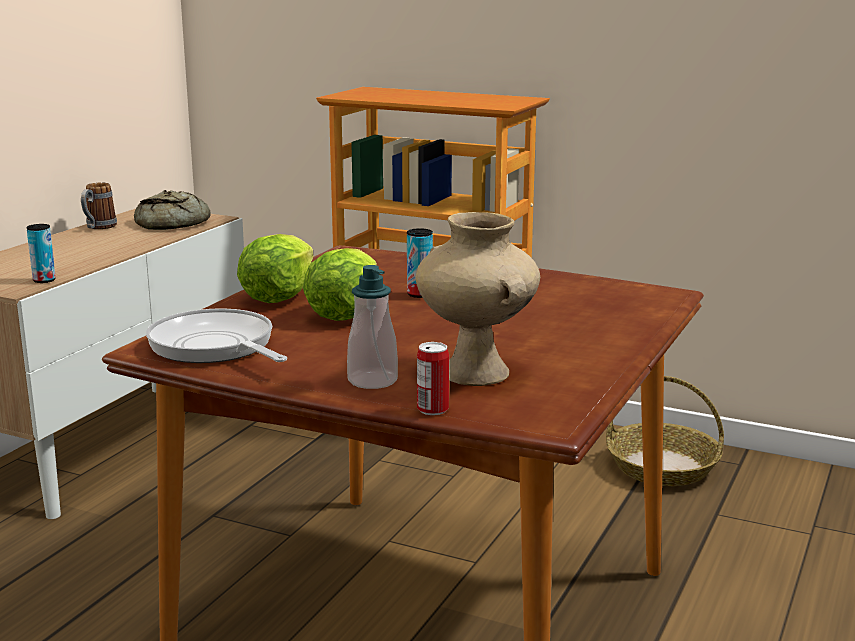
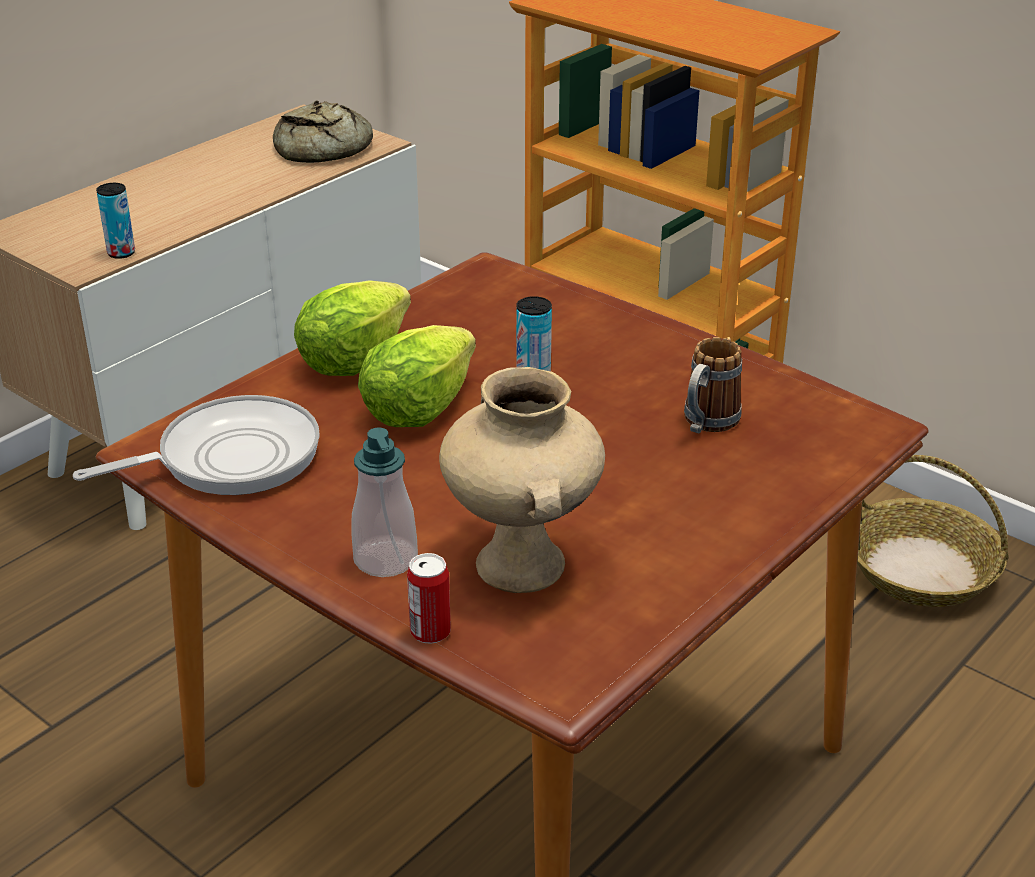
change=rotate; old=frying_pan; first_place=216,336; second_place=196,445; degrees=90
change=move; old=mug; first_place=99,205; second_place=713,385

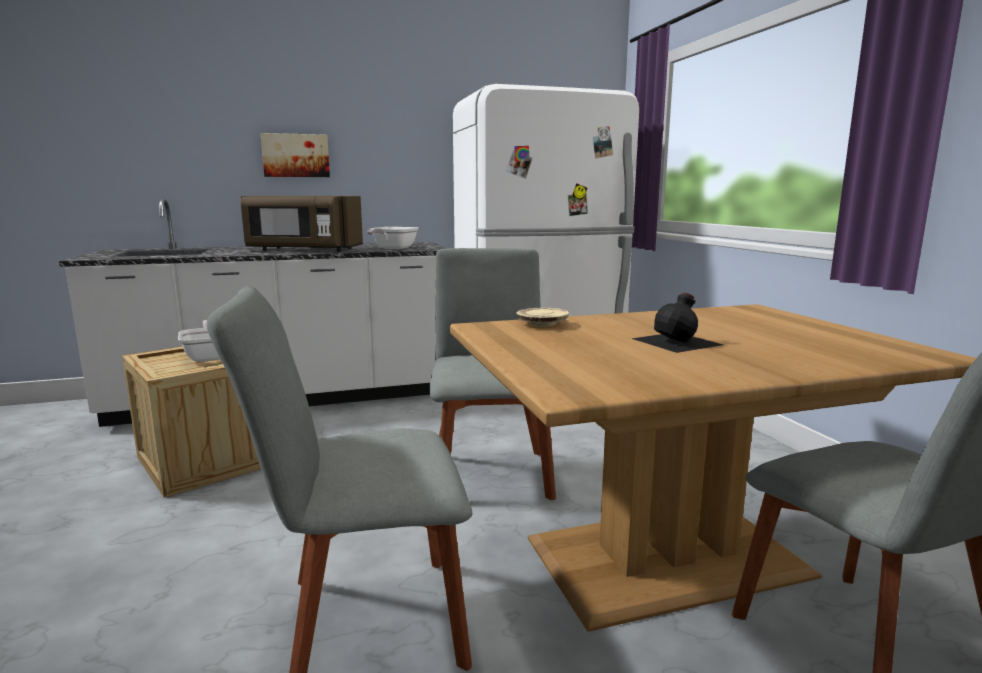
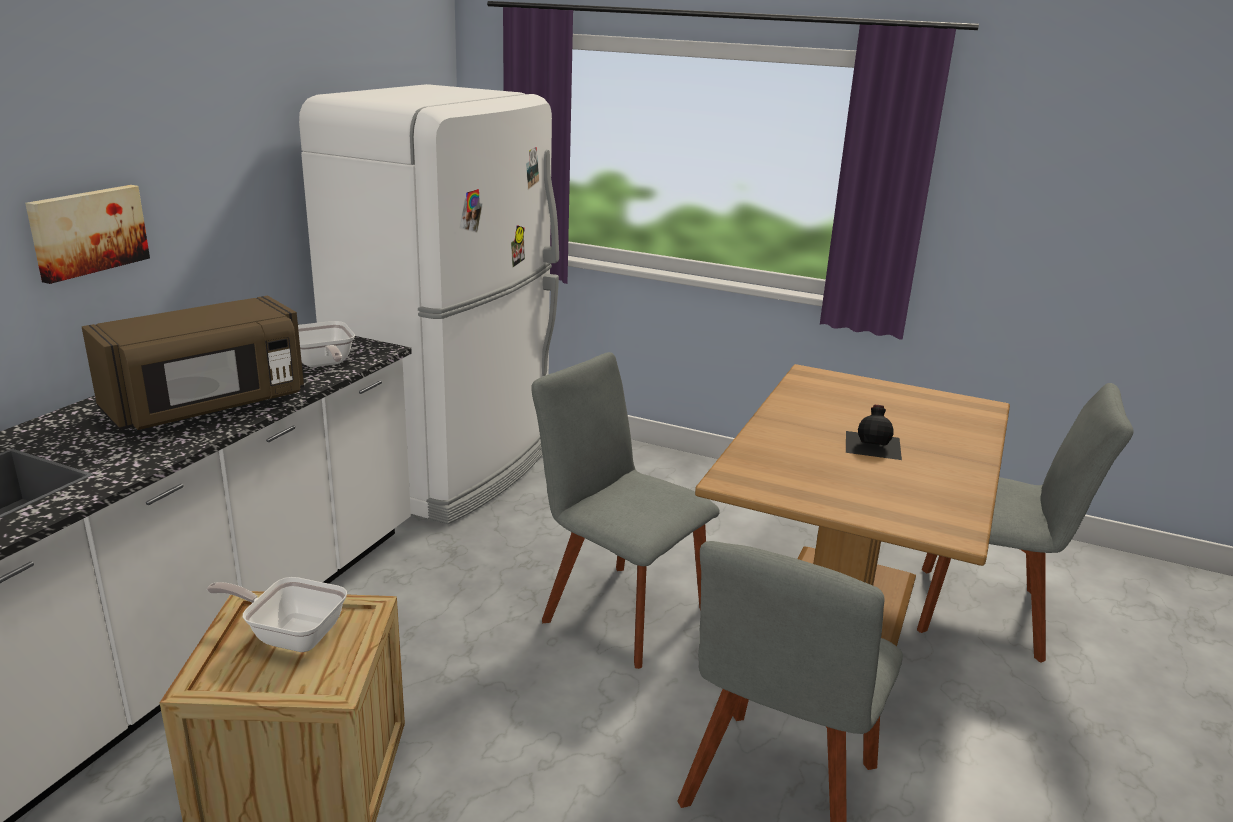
change=delete; old=beige_plate; first_place=542,317

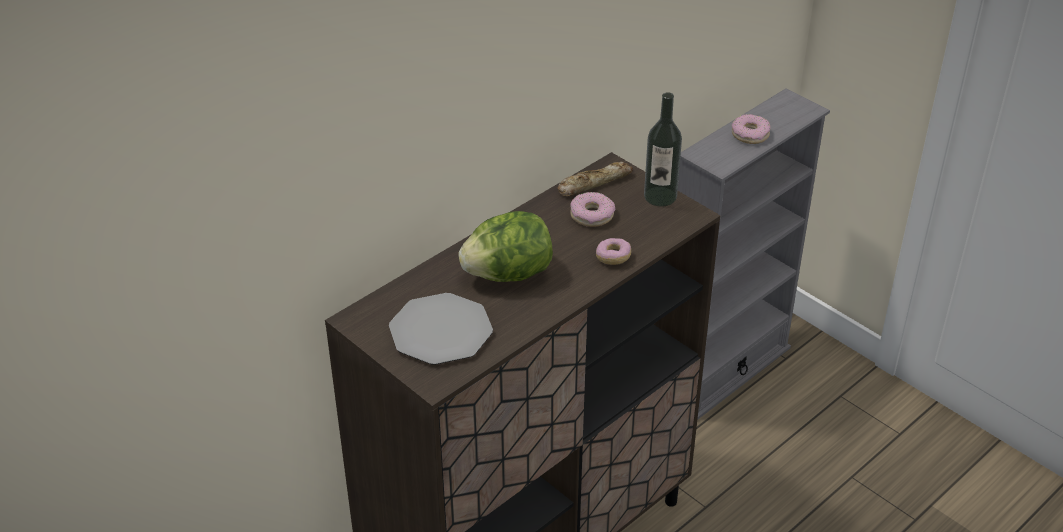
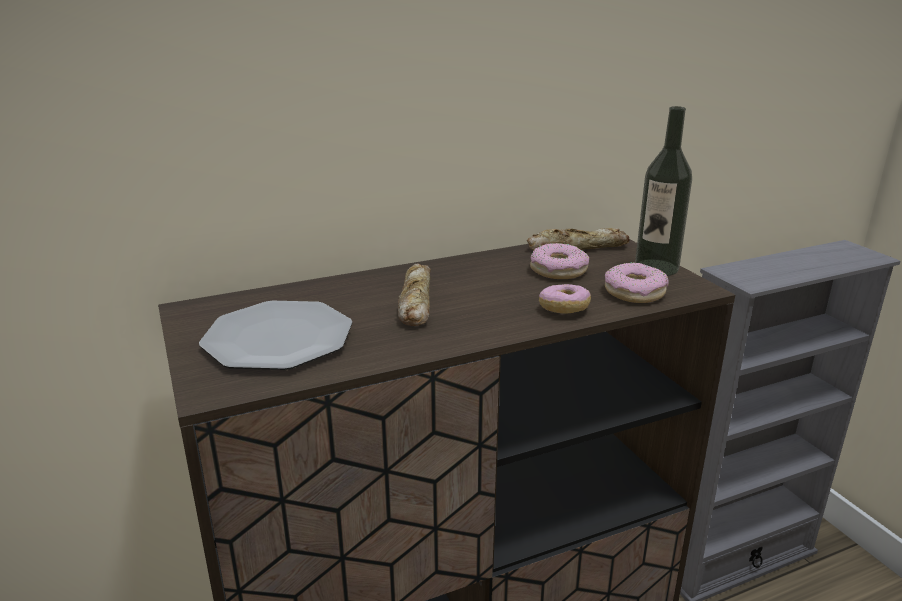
change=replace; old=lettuce; new=bread; first_place=505,246; second_place=414,294
change=move; old=donut; first_place=751,129; second_place=637,283

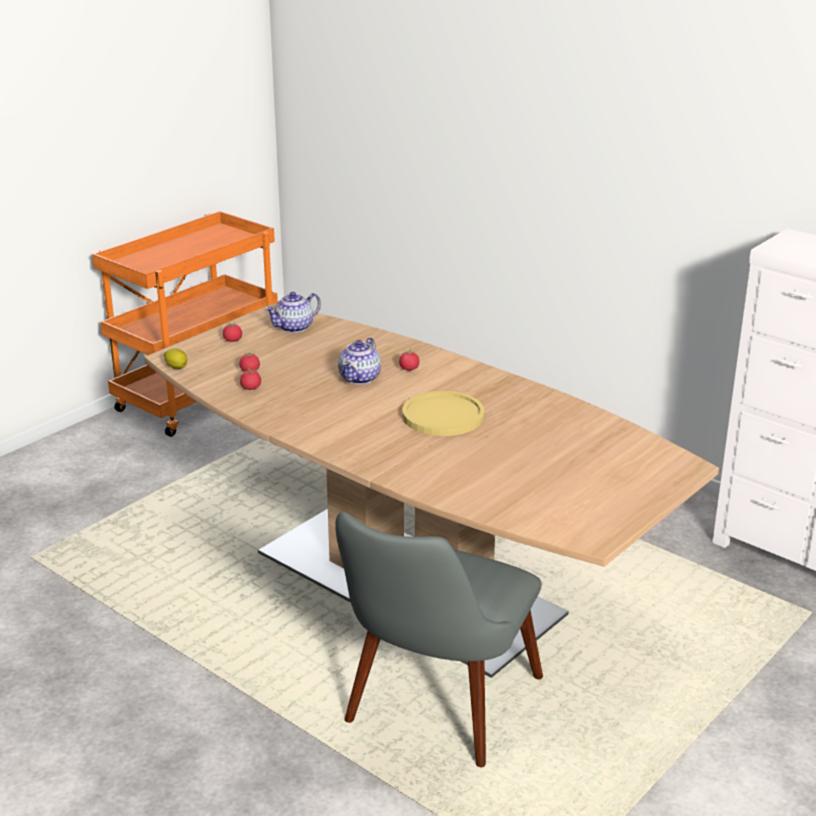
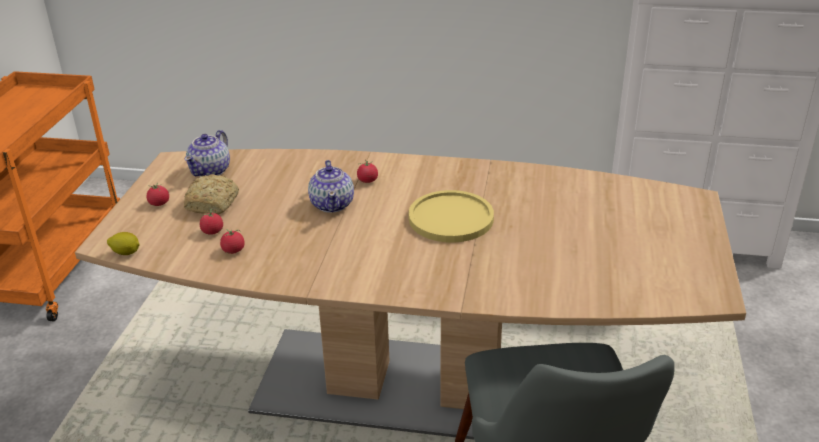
change=insert; new=bread; second_place=211,194

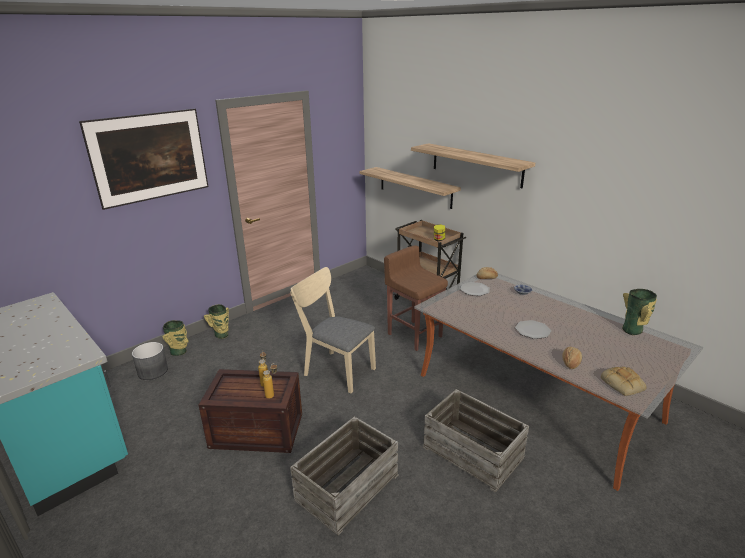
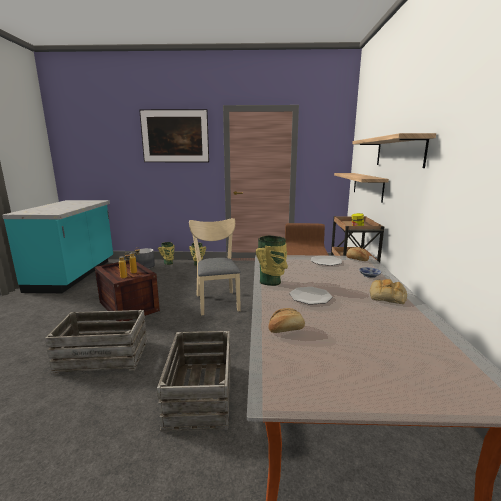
change=move; old=vase; first_place=639,312; second_place=272,261
change=move; old=bread; first_place=624,381; second_place=388,291

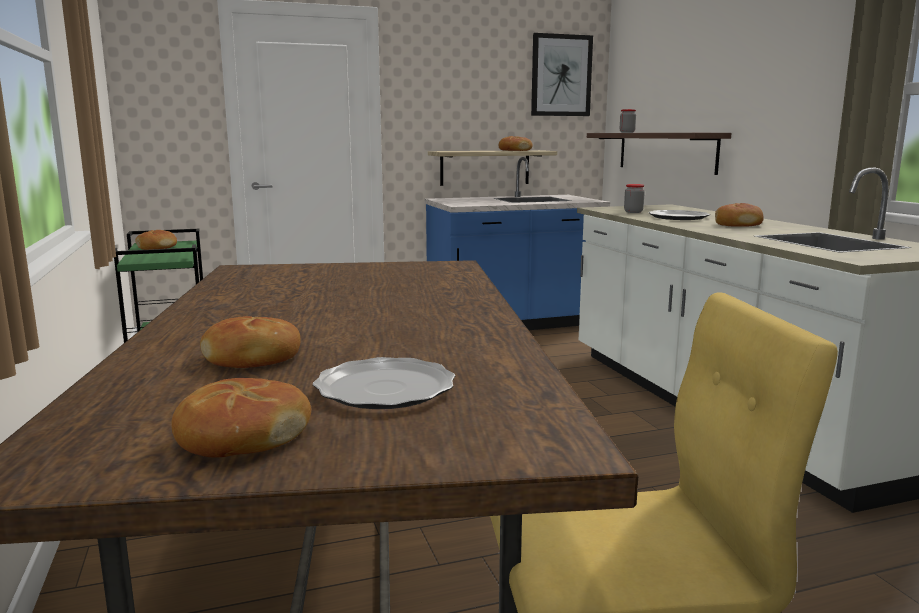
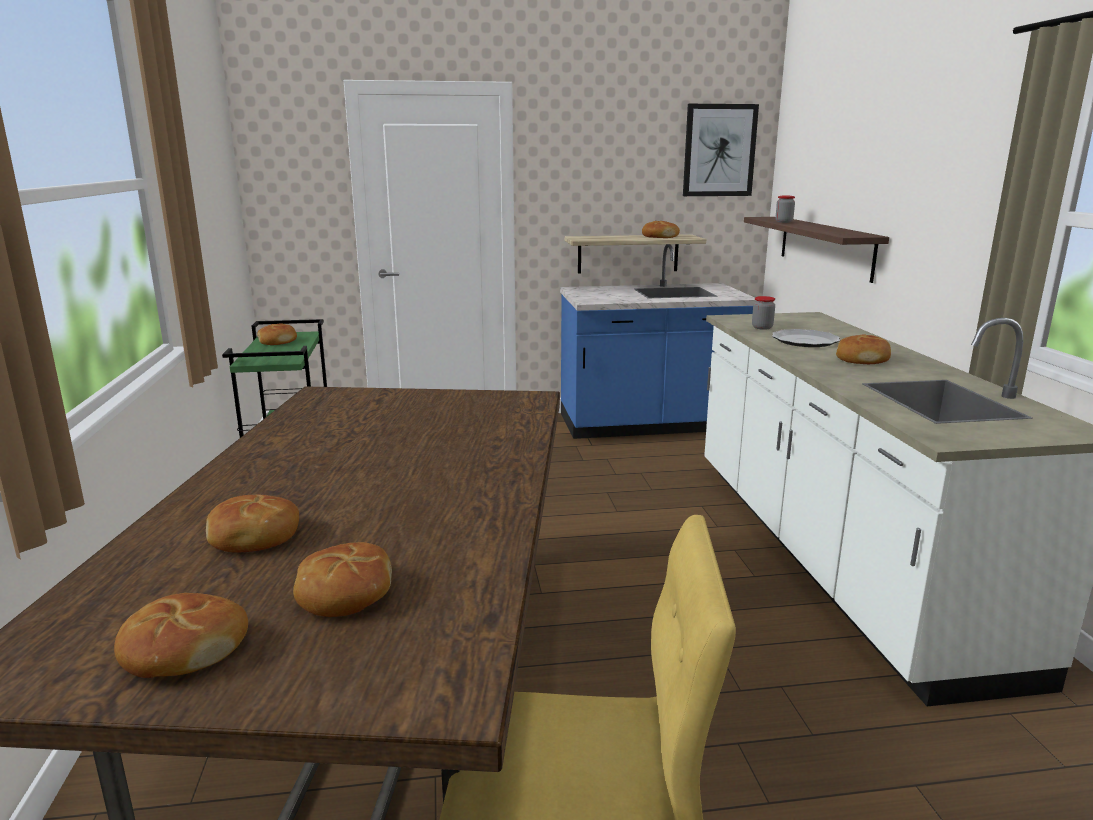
change=replace; old=plate; new=bread; first_place=384,383; second_place=342,579

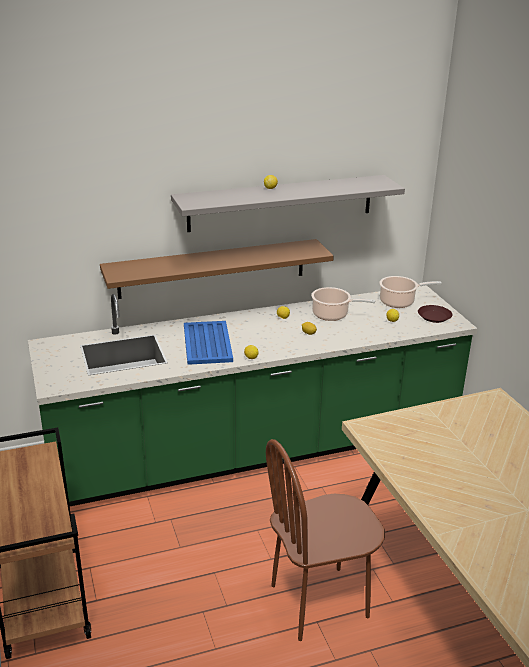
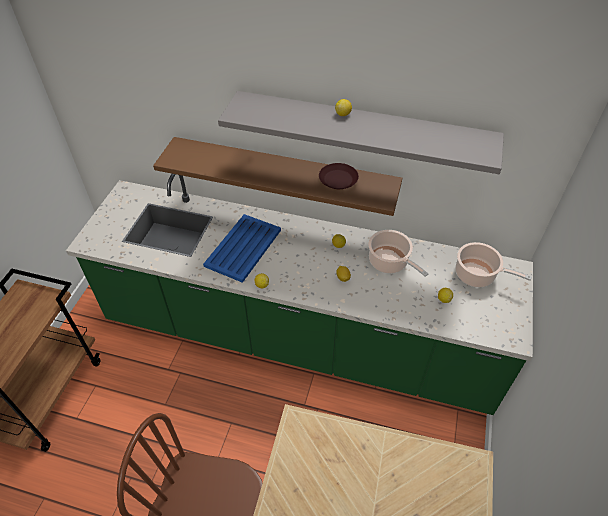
change=move; old=brown_plate; first_place=435,314; second_place=339,176

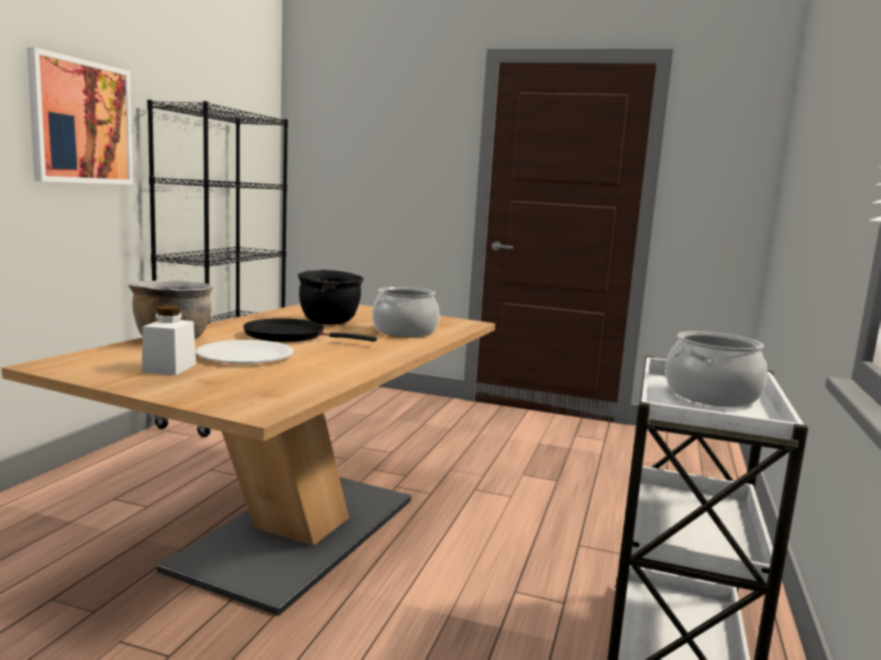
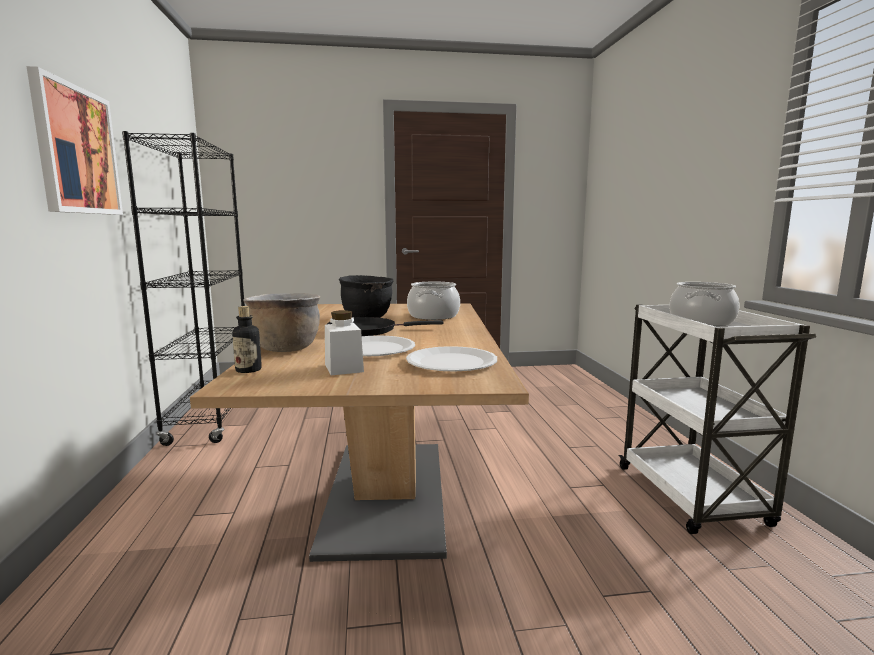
change=insert; new=bottle; second_place=247,339
change=insert; new=white_plate; second_place=451,359

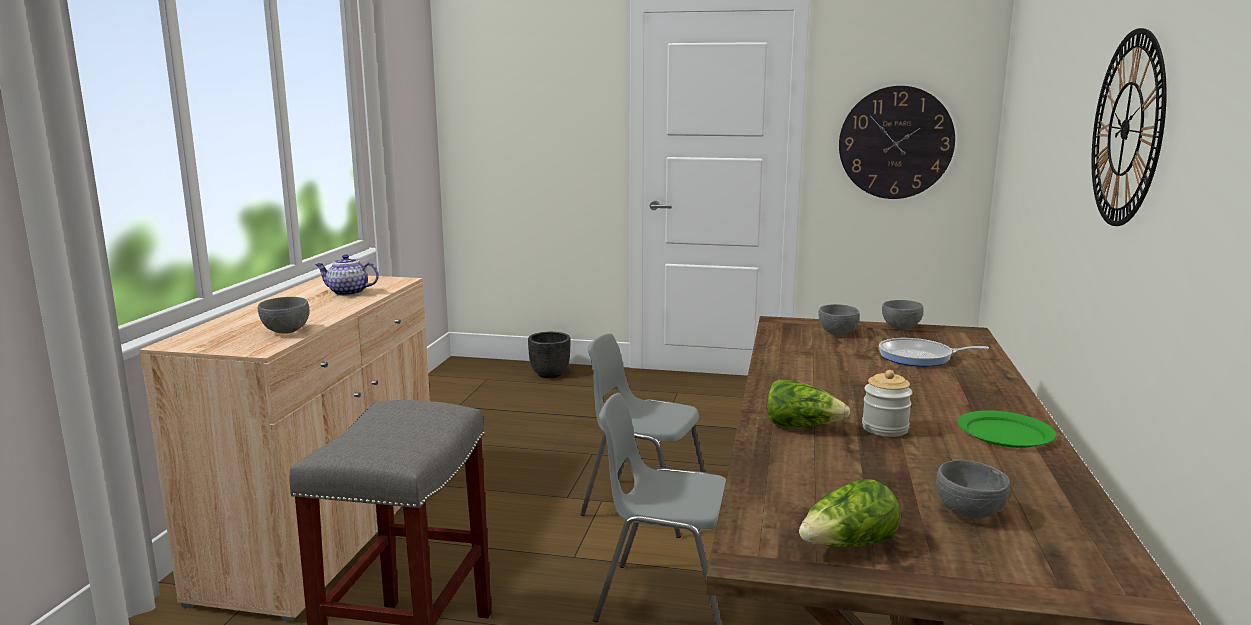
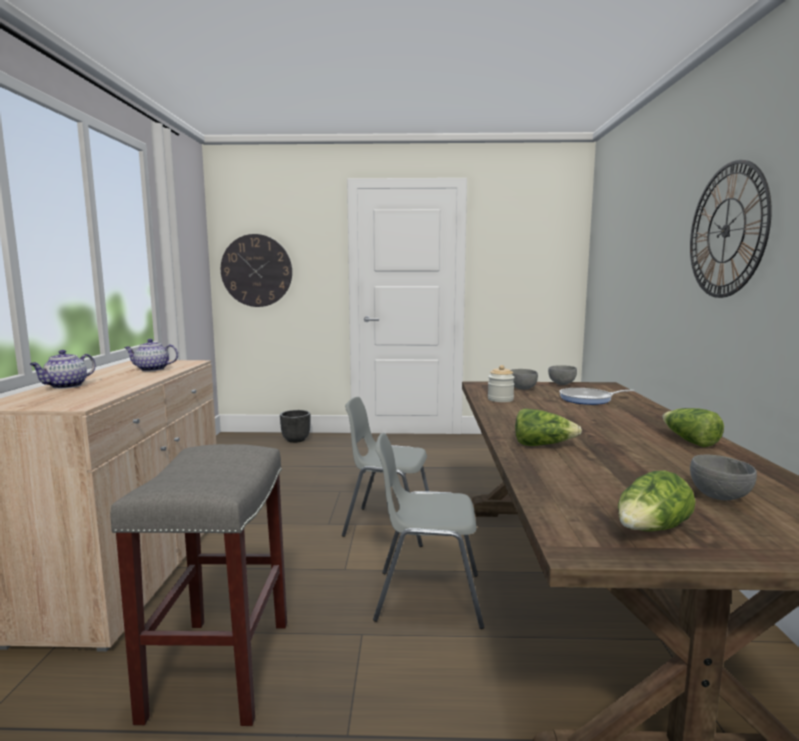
change=insert; new=teapot; second_place=63,369
change=move; old=wall_clock; first_place=897,142; second_place=256,270
change=move; old=jar; first_place=887,403; second_place=501,383
change=replace; old=green_plate; new=lettuce; first_place=1006,429; second_place=693,427
change=delete; old=grey_bowl; first_place=284,315

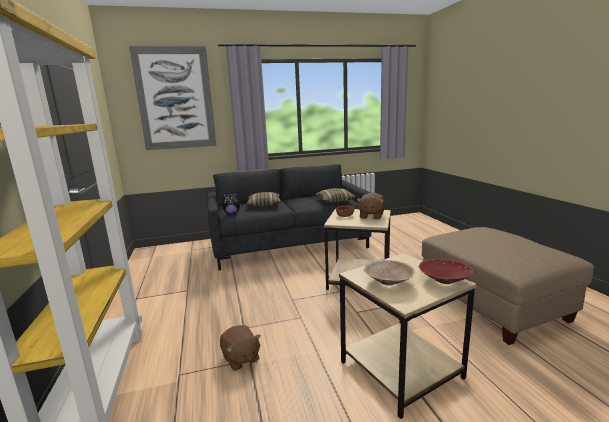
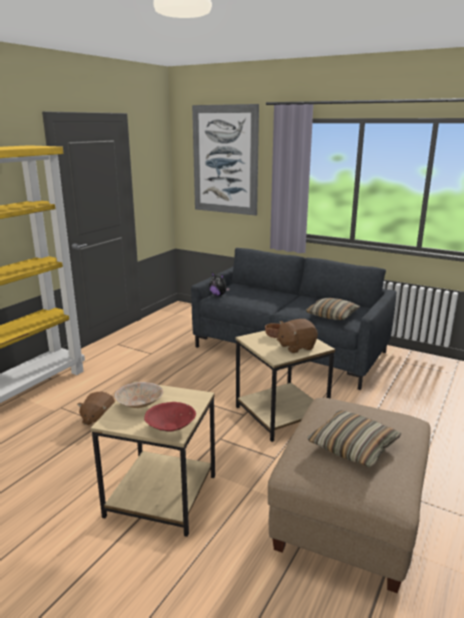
change=move; old=pillow; first_place=263,199; second_place=354,439

